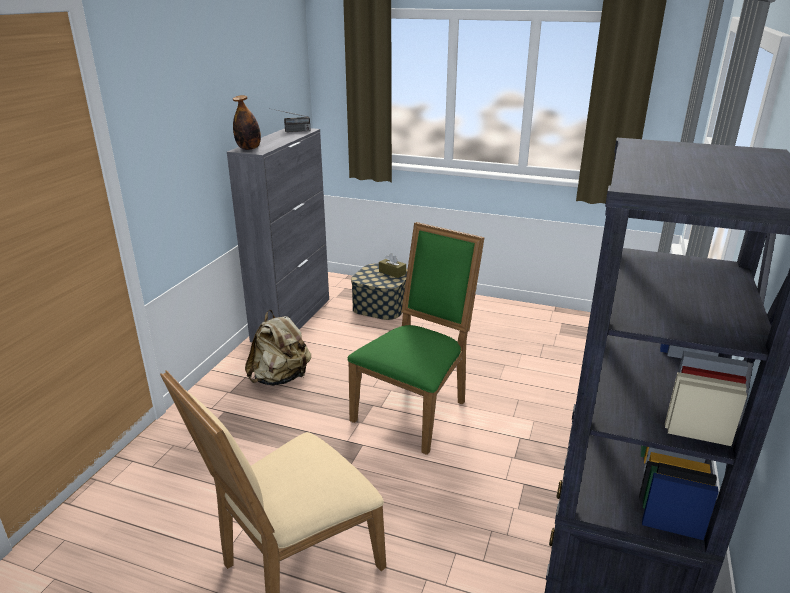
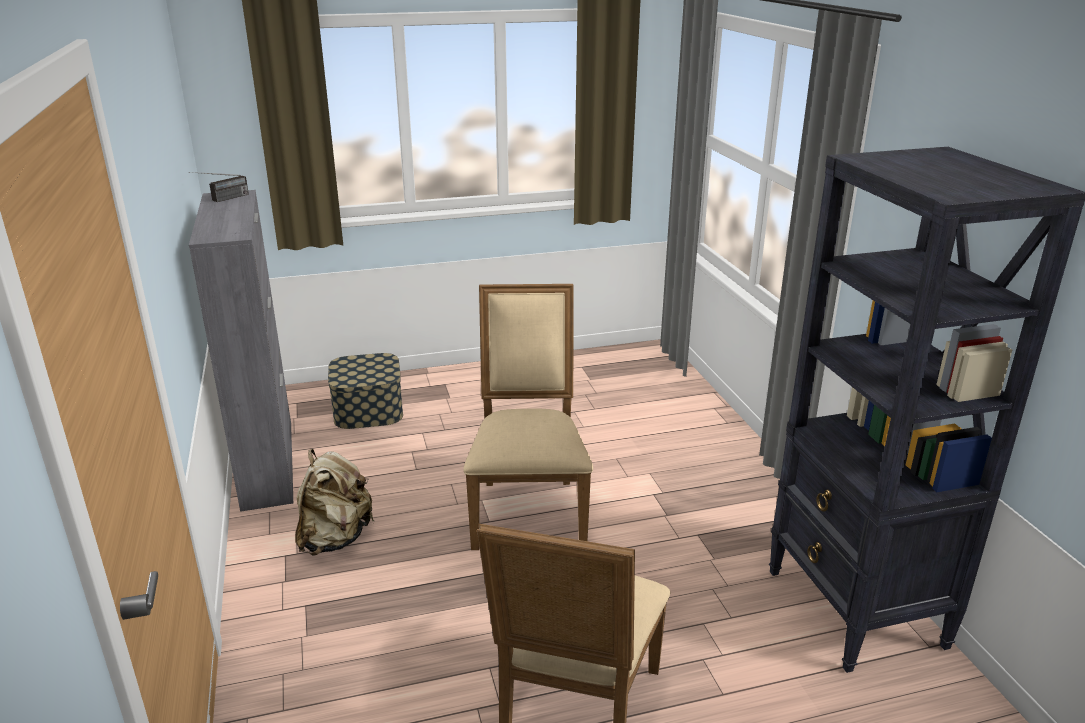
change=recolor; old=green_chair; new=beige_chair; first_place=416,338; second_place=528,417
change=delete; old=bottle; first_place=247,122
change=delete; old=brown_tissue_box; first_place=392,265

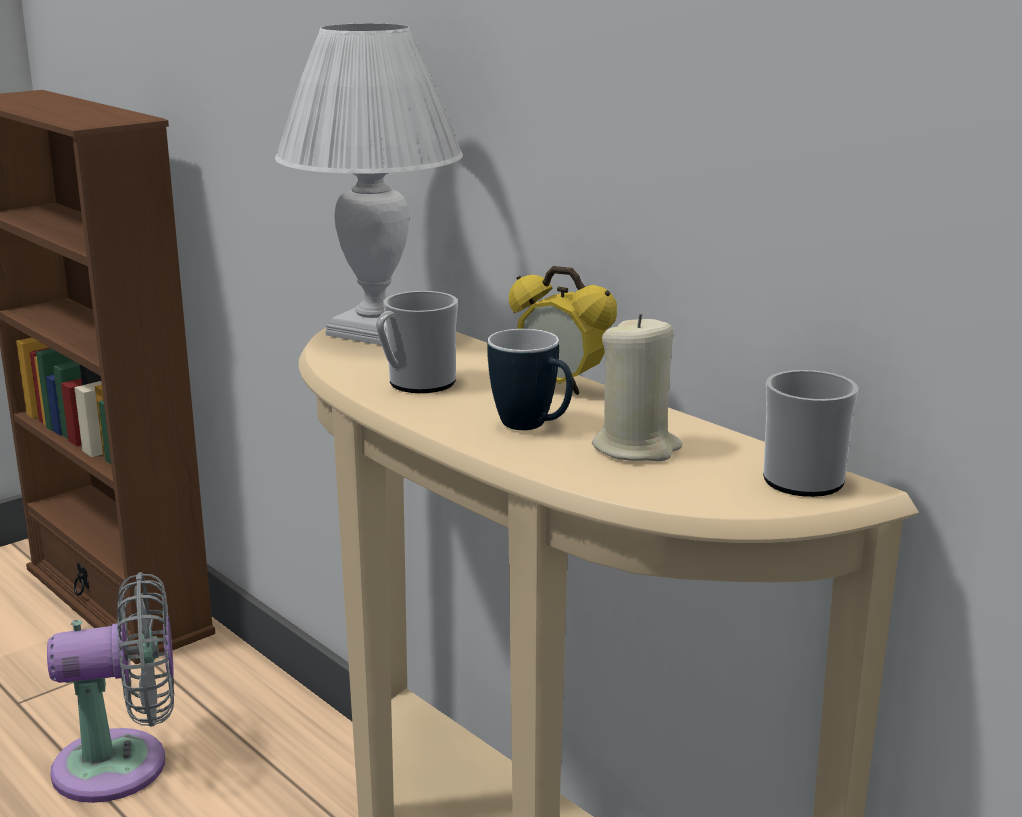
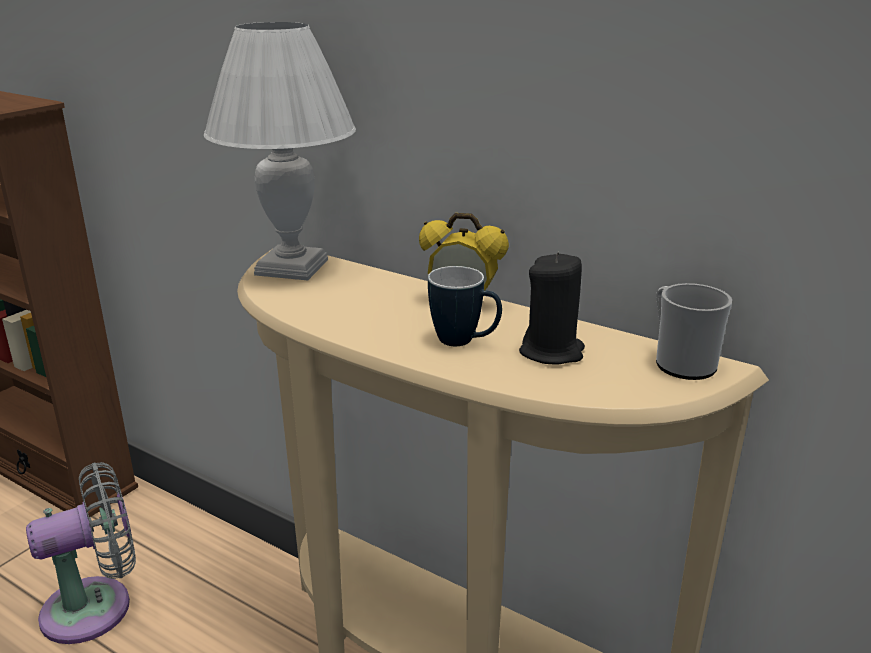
change=recolor; old=beige_candle; new=black_candle; first_place=637,387; second_place=552,308
change=delete; old=mug; first_place=417,342

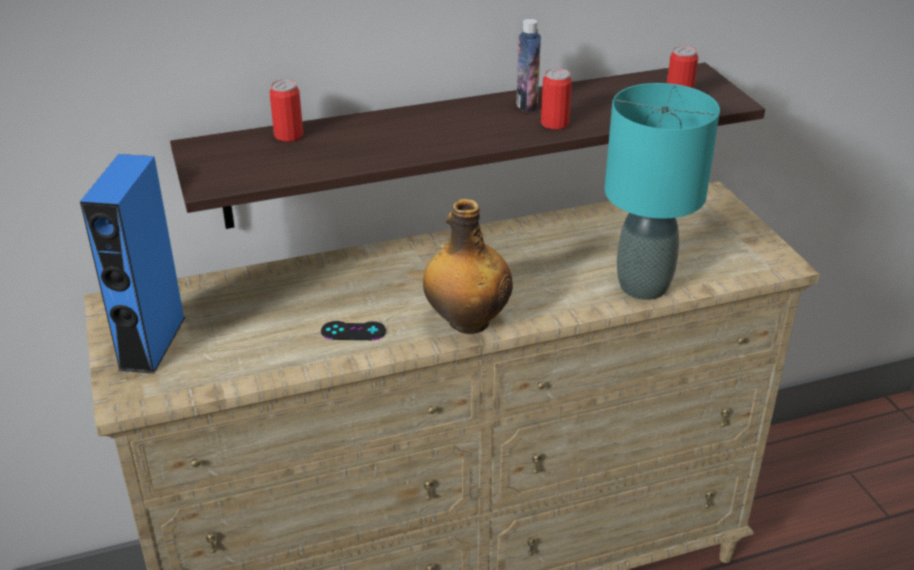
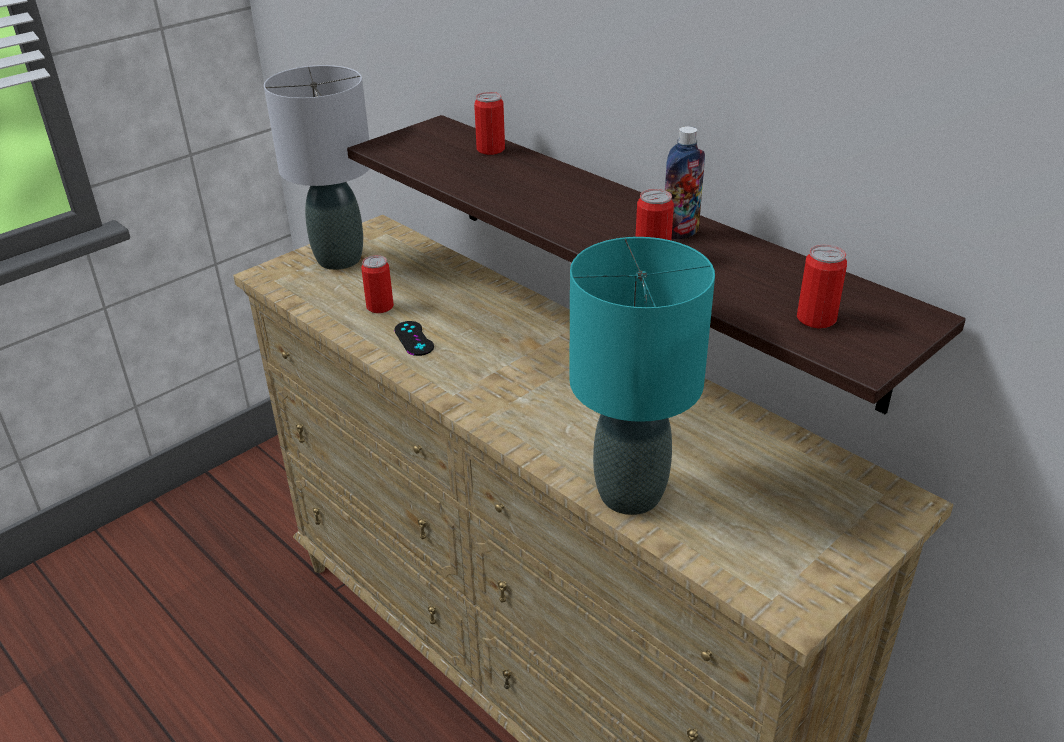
change=replace; old=blue_speaker; new=grey_table_lamp; first_place=132,264; second_place=317,167
change=insert; new=can; second_place=377,284
change=delete; old=bottle; first_place=468,266

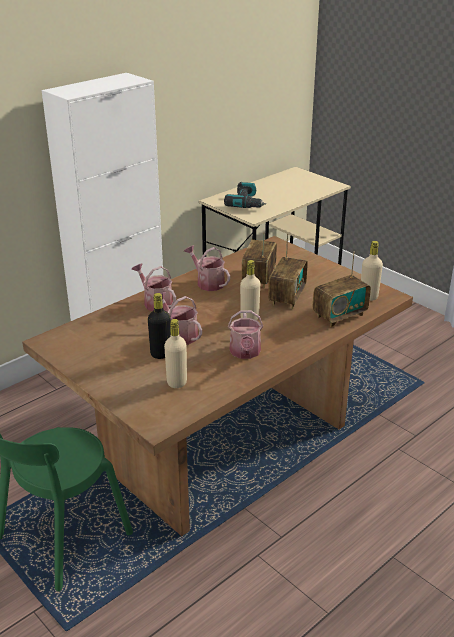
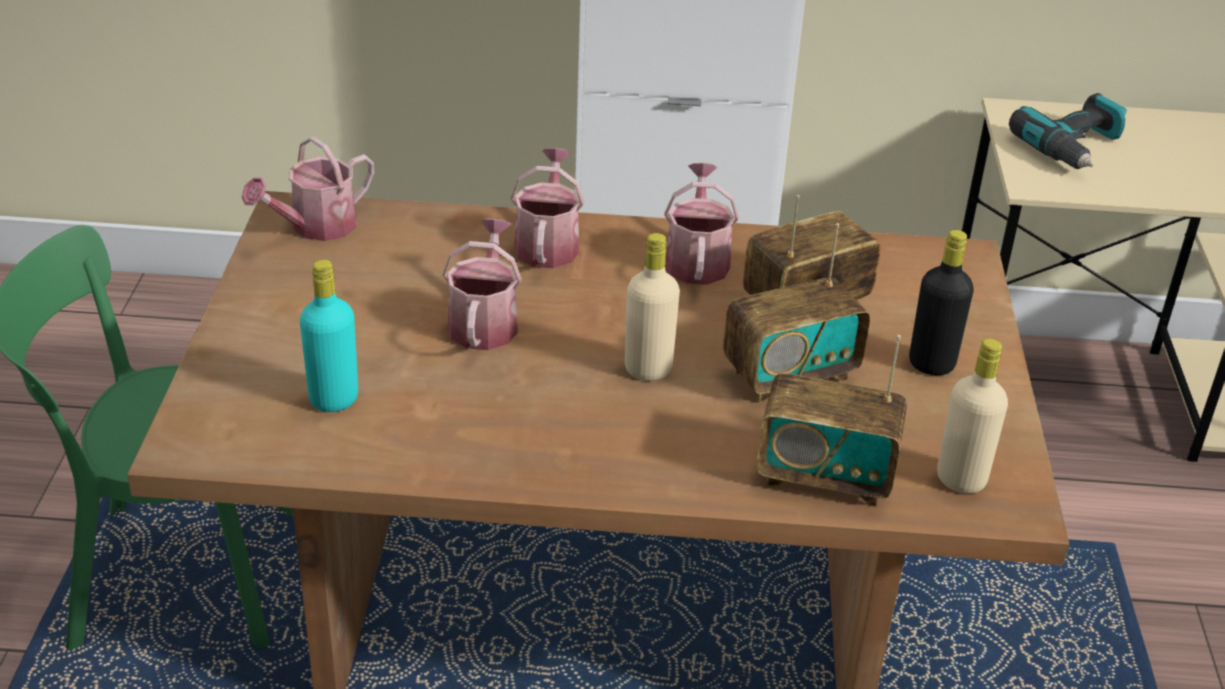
change=move; old=watering_can; first_place=245,334; second_place=308,188
change=recolor; old=beige_bottle; new=turquoise_bottle; first_place=175,353; second_place=329,335
change=move; old=black_bottle; first_place=159,326; second_place=941,302

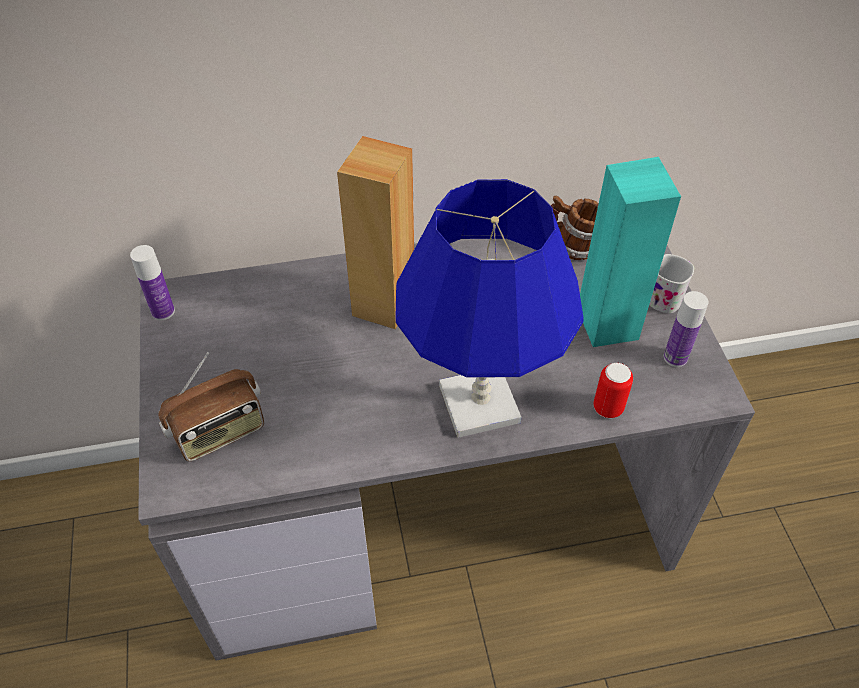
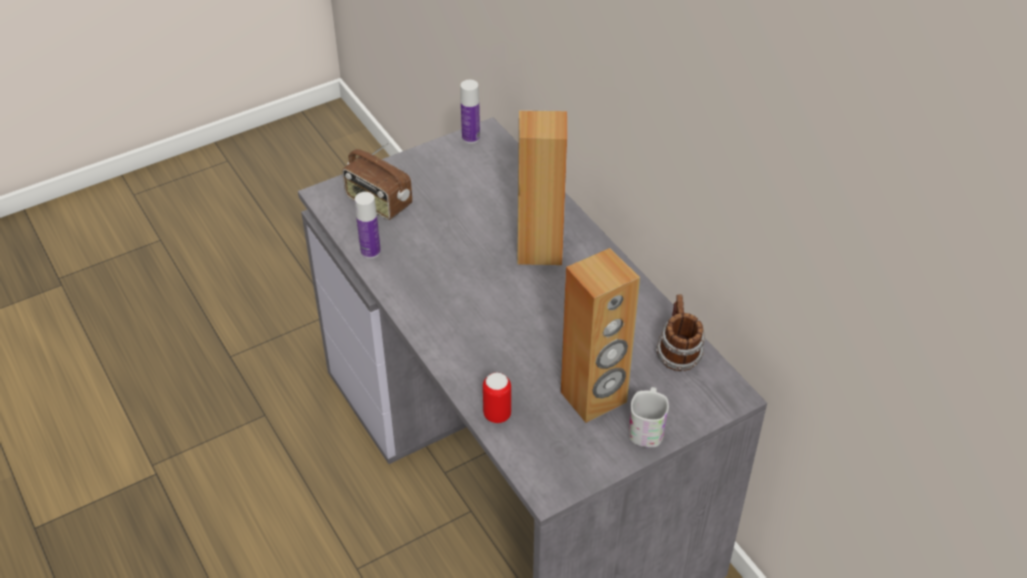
change=move; old=bottle; first_place=686,329; second_place=368,225
change=recolor; old=turquoise_speaker; new=brown_speaker; first_place=630,252; second_place=600,335
change=delete; old=blue_table_lamp; first_place=489,308

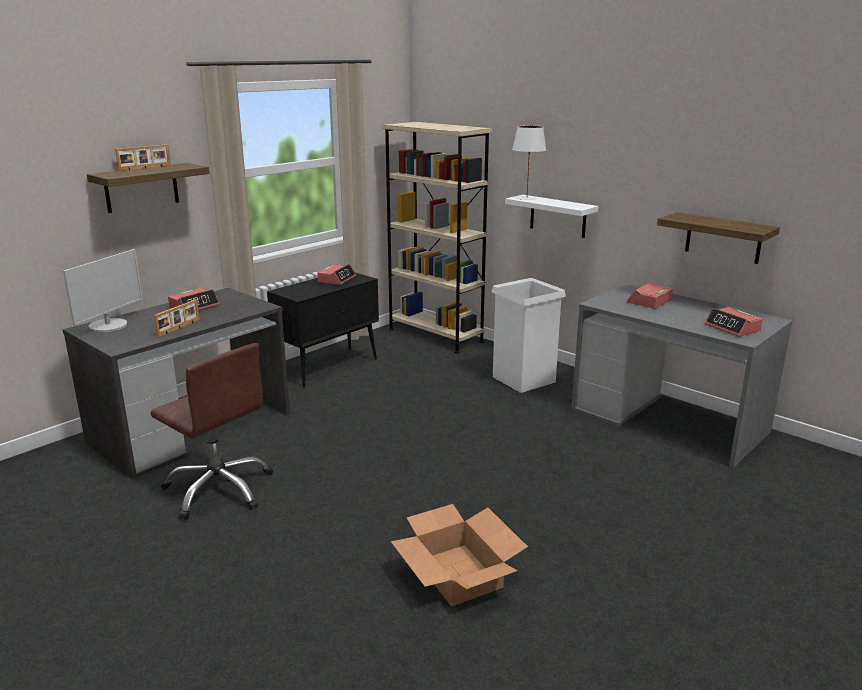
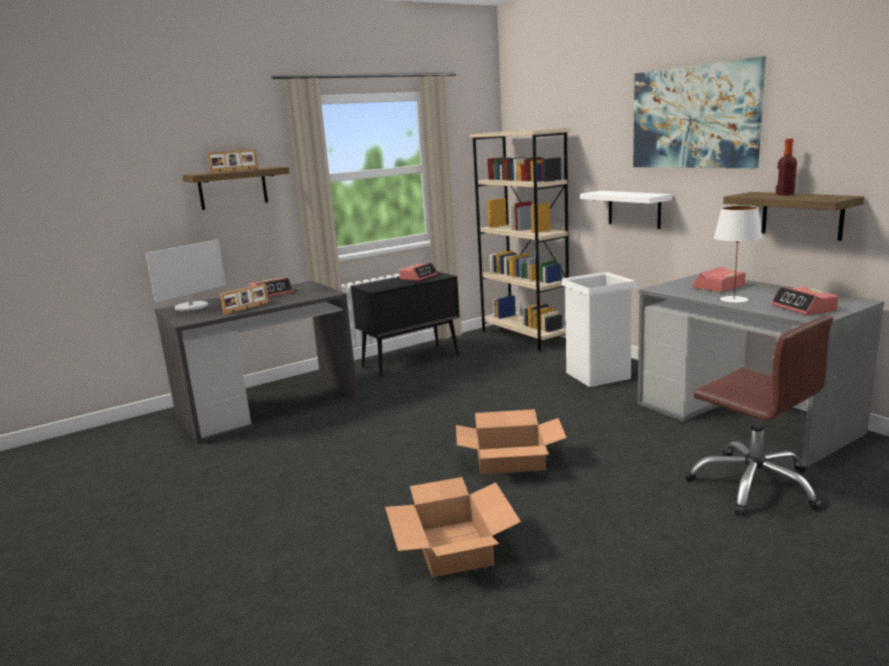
change=insert; new=cardboard_box; second_place=511,441
change=insert; new=picture; second_place=699,112
change=move; old=brown_office_chair; first_place=212,431; second_place=759,415
change=move; old=white_table_lamp; first_place=529,162; second_place=738,254
change=insert; new=bottle; second_place=786,167

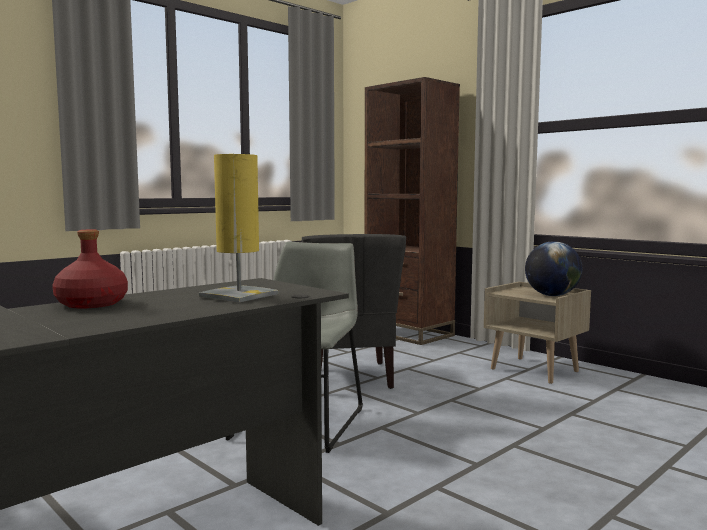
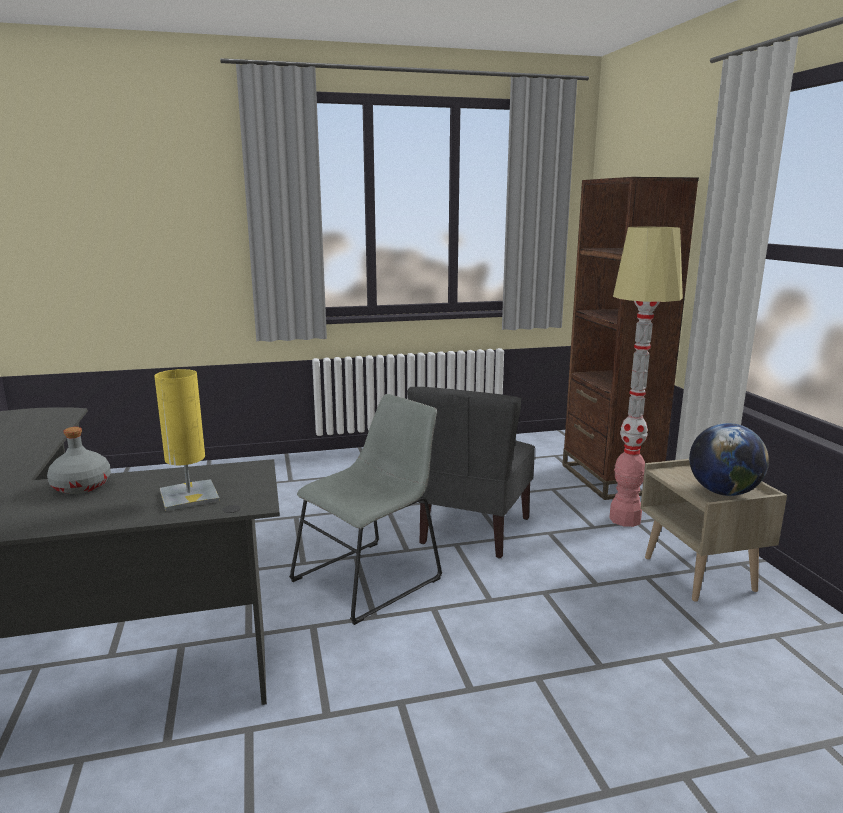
change=recolor; old=red_bottle; new=grey_bottle; first_place=90,269; second_place=79,460
change=insert; new=floor_lamp; second_place=646,377

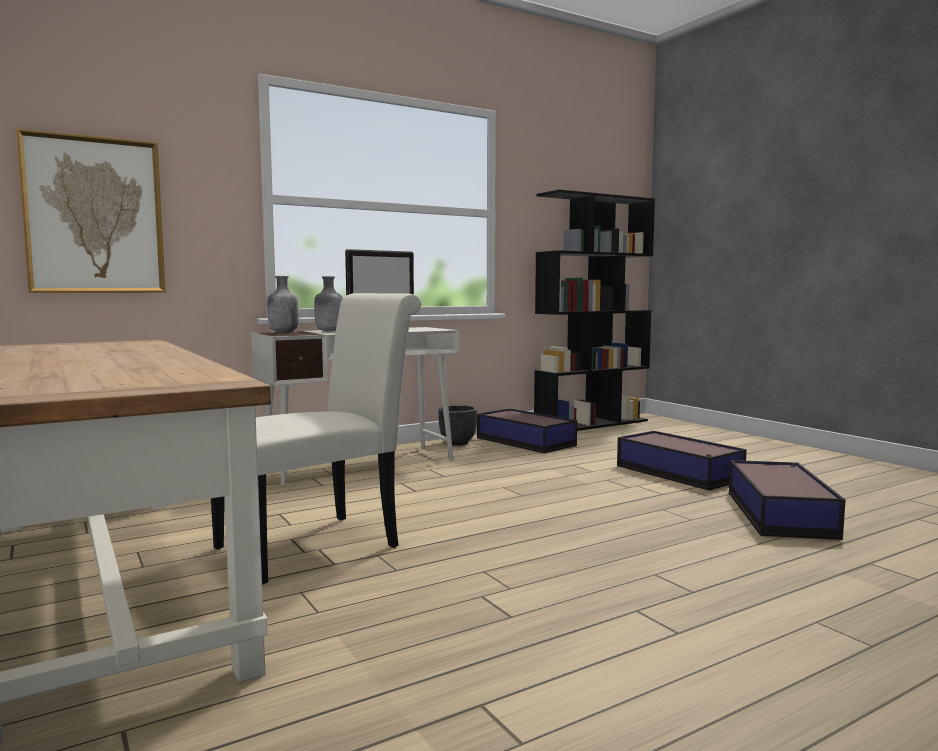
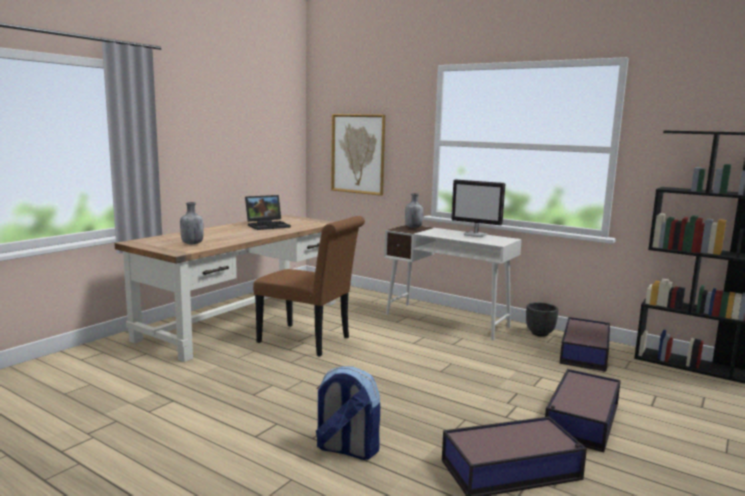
change=move; old=grey_bottle; first_place=328,303; second_place=192,223
change=insert; new=laptop; second_place=268,212
change=recolor; old=white_chair; new=brown_chair; first_place=316,439; second_place=309,286
change=insert; new=backpack; second_place=348,413

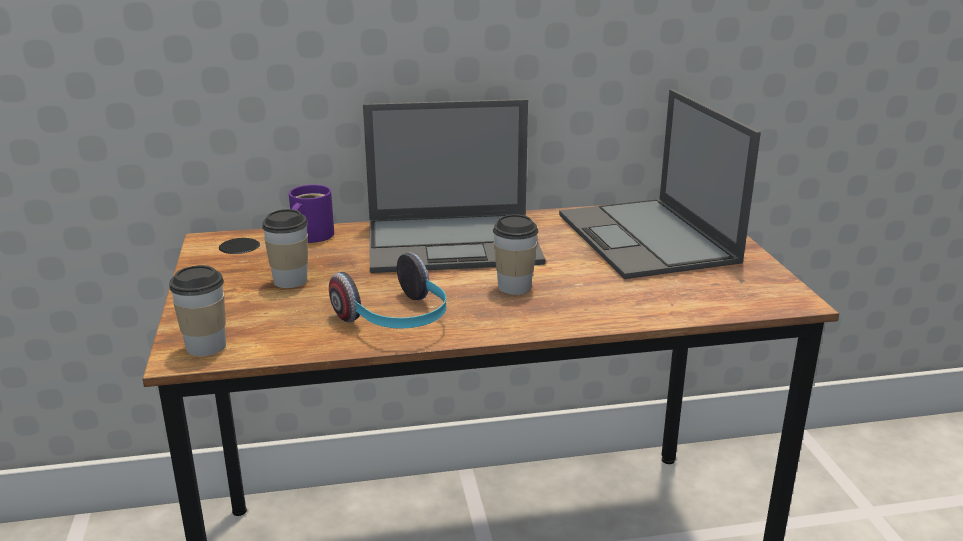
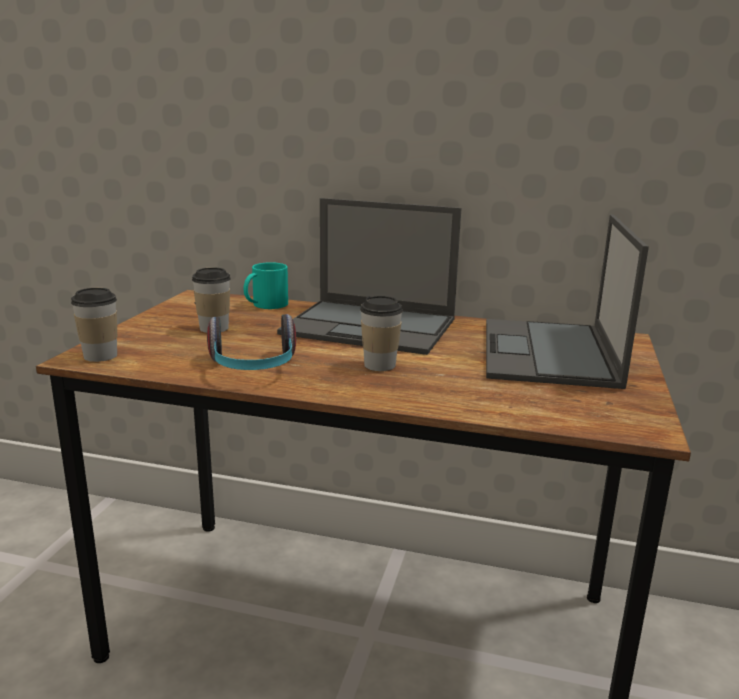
change=recolor; old=purple_mug; new=turquoise_mug; first_place=311,214; second_place=266,285

